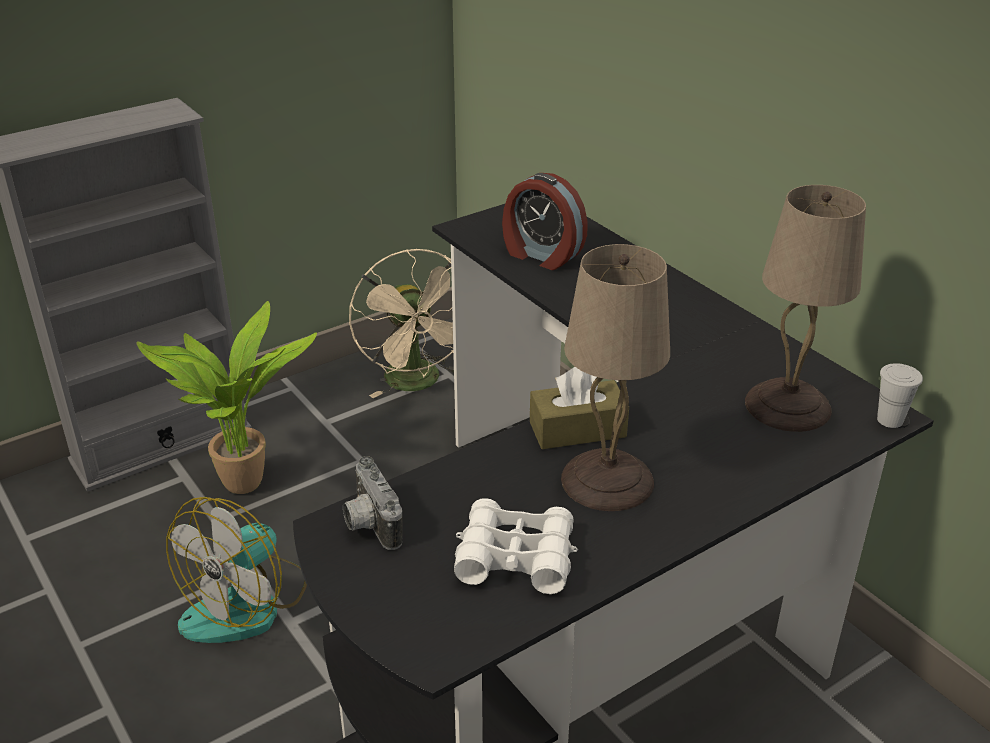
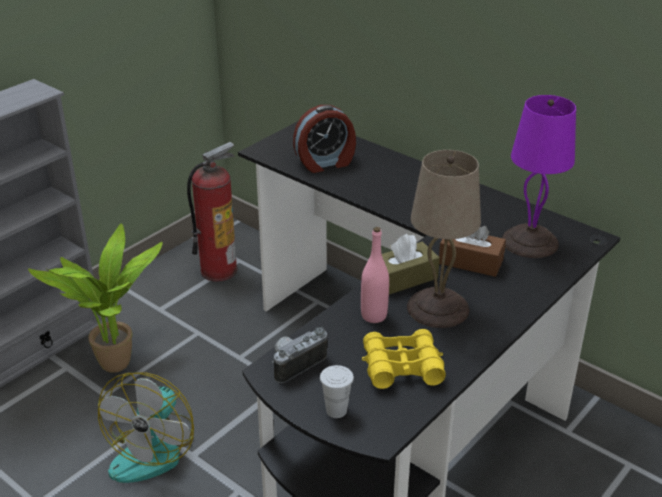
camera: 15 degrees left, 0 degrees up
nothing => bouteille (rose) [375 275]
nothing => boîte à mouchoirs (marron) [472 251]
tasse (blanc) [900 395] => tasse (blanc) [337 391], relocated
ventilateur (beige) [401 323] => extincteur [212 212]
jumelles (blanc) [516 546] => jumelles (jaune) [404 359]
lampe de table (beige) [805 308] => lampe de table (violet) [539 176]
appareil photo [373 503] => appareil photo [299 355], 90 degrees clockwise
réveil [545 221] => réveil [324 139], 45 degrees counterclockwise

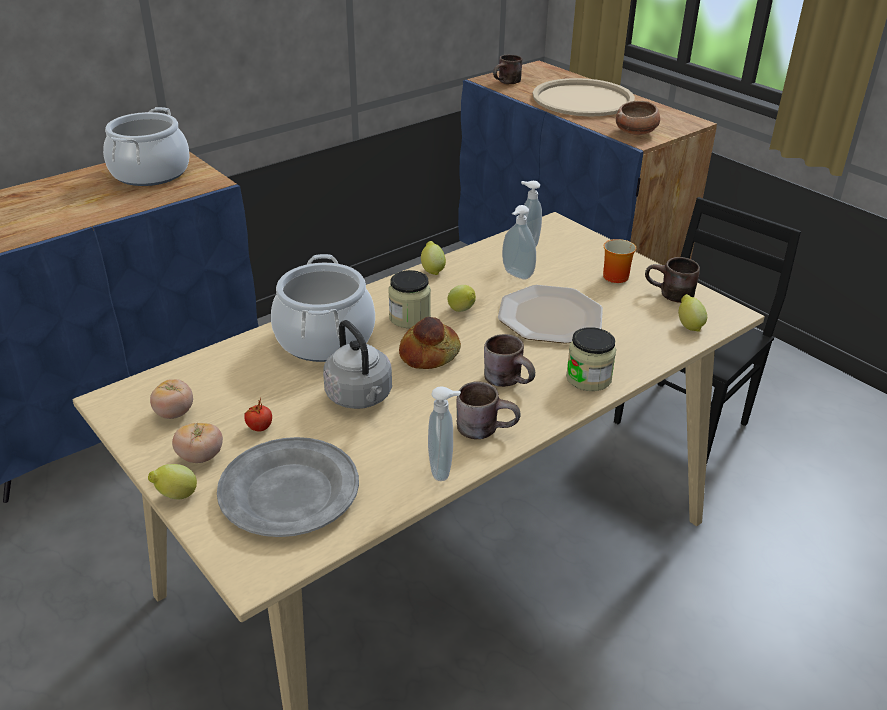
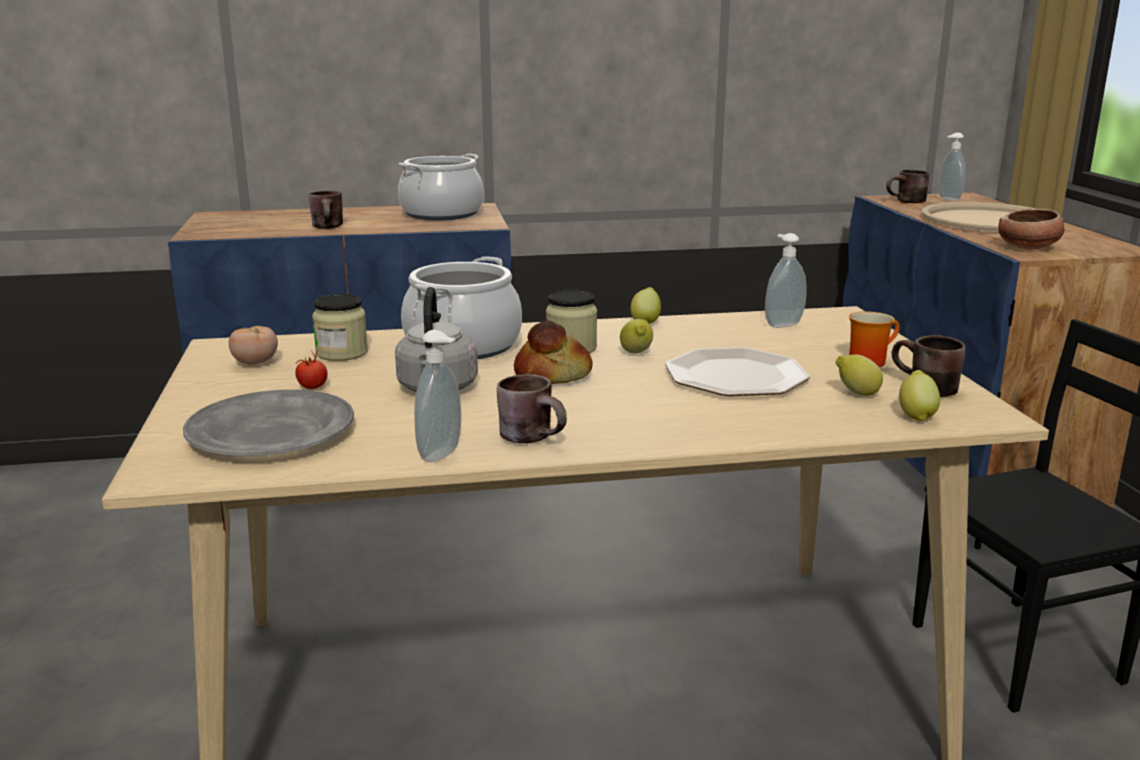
camera: 30 degrees right, 15 degrees down
tomate [197 442] => nothing
citron [172 482] => citron [859 375], relocated
mug (marron) [509 360] => mug (marron) [325 210], relocated
distributeur de savon [519 242] => distributeur de savon [952 167], relocated
bocal [591 359] => bocal [340 327], relocated

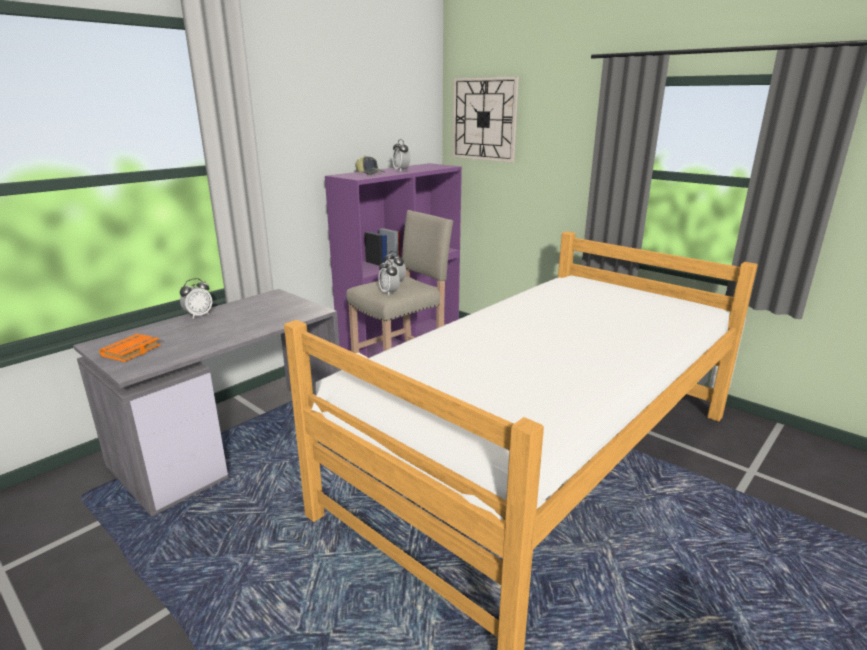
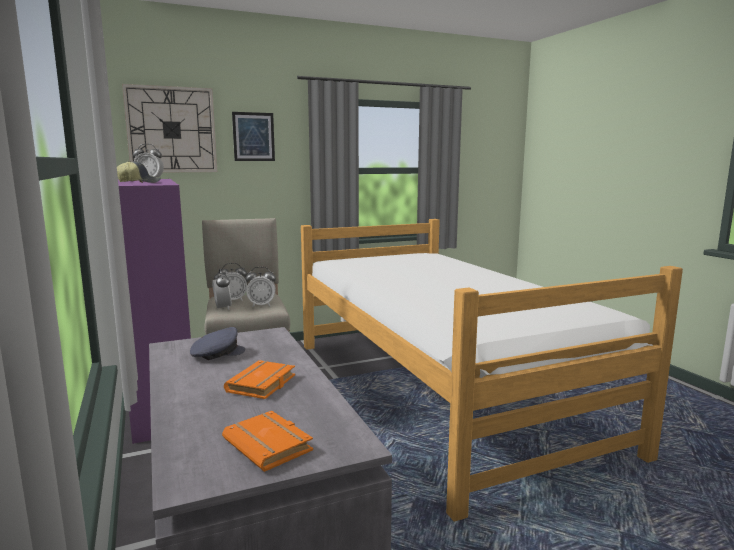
camera: 65 degrees left, 10 degrees down
nothing => casquette (gris) [217 343]
nothing => livre (orange) [259 379]
nothing => tableau [253 136]
réveil [196 298] => réveil [222 289], relocated

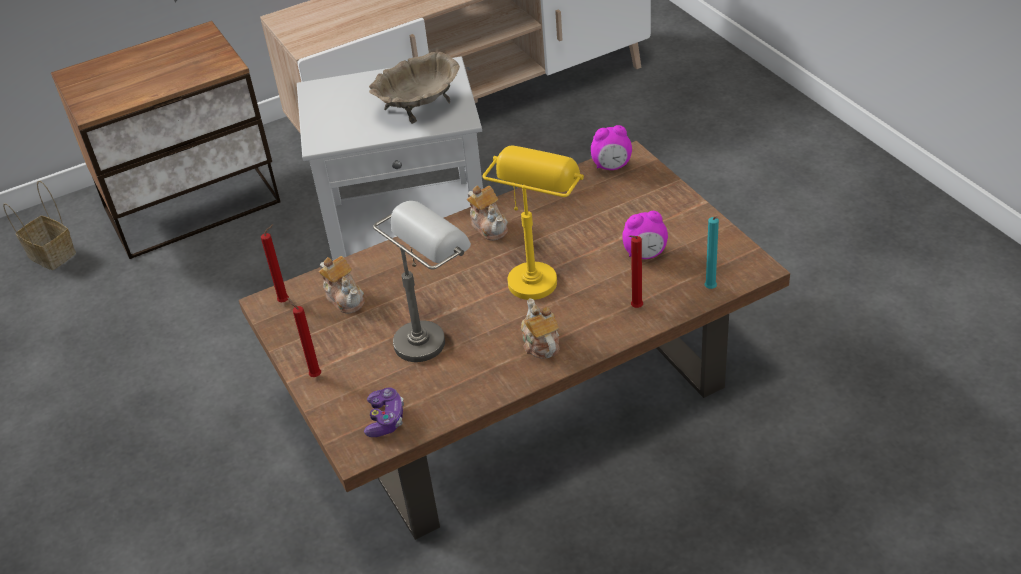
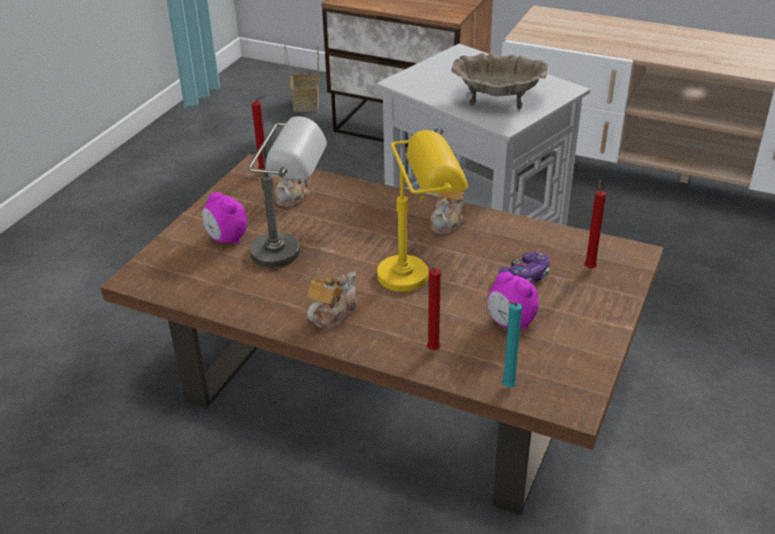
camera: 50 degrees right, 5 degrees down
bougie (rouge) [304 337] => bougie (rouge) [595 223], relocated
manette [384 412] => manette [524 268], relocated
réveil [611 147] => réveil [224 218], relocated

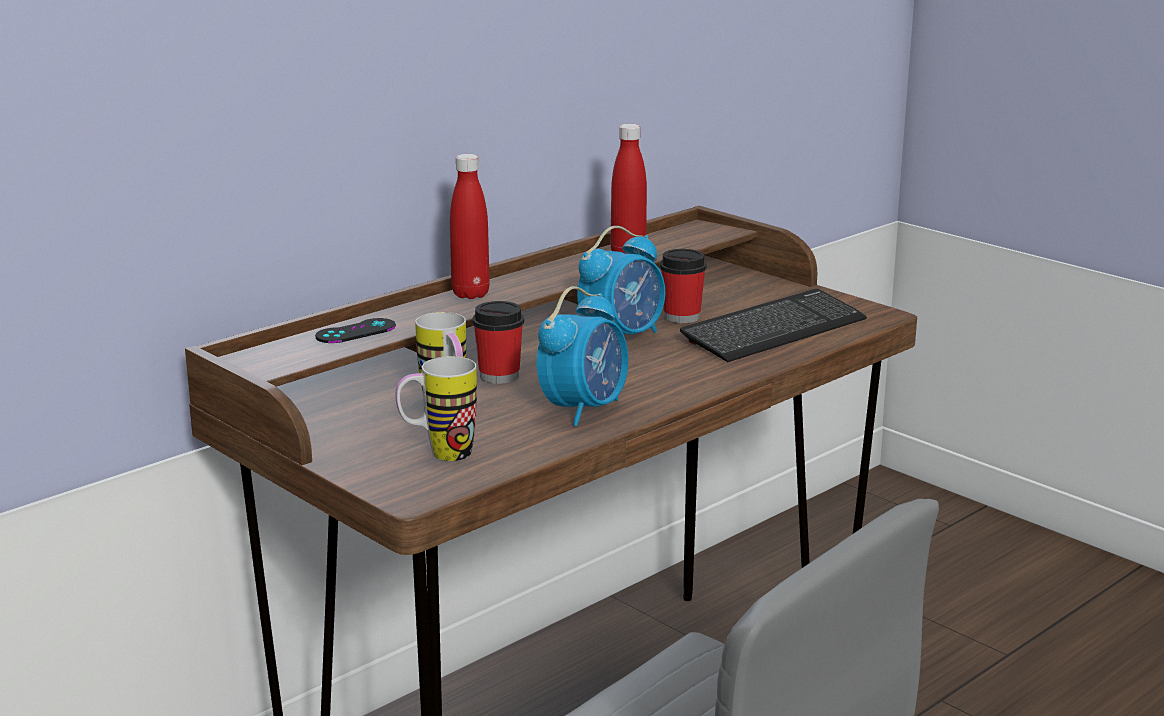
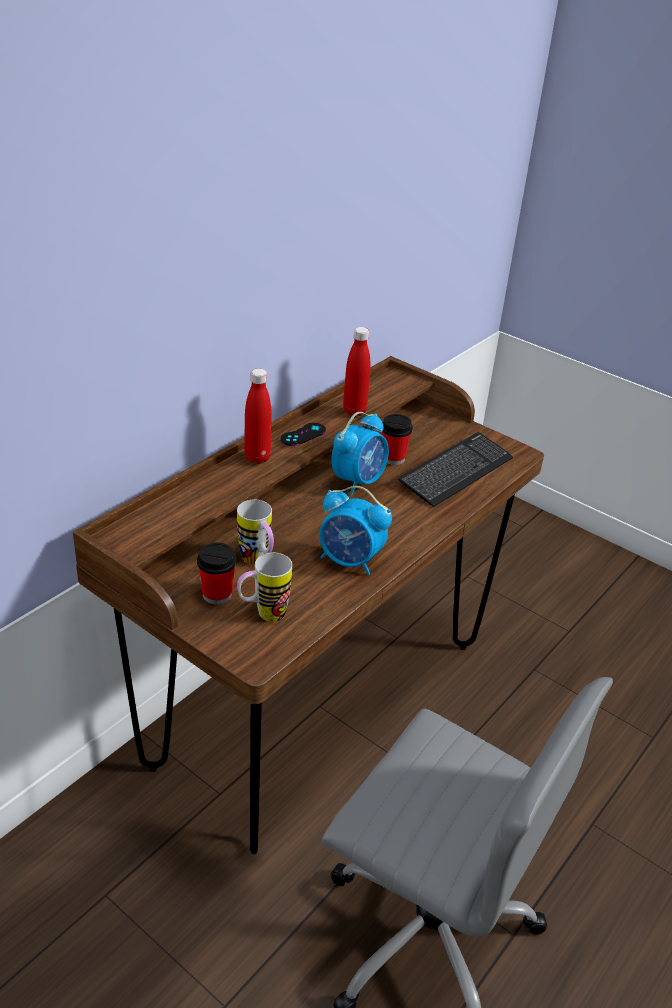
camera: 10 degrees left, 15 degrees up
manette (noir) [355 330] => manette (noir) [303 434], relocated
tasse [498 342] => tasse [216 573], relocated
réveil [582 356] => réveil [355 530], 90 degrees clockwise

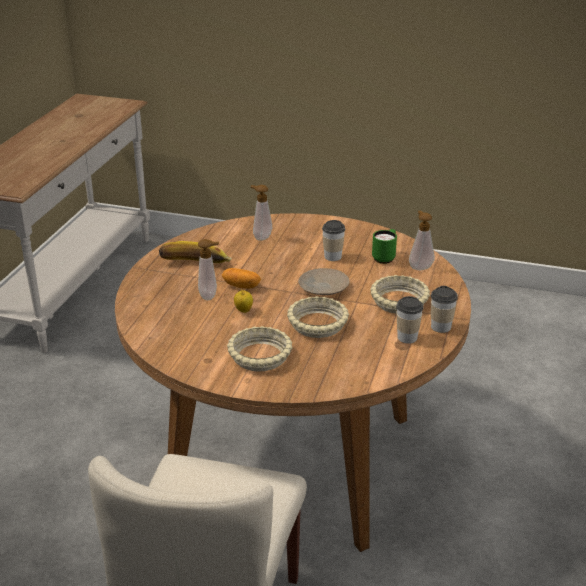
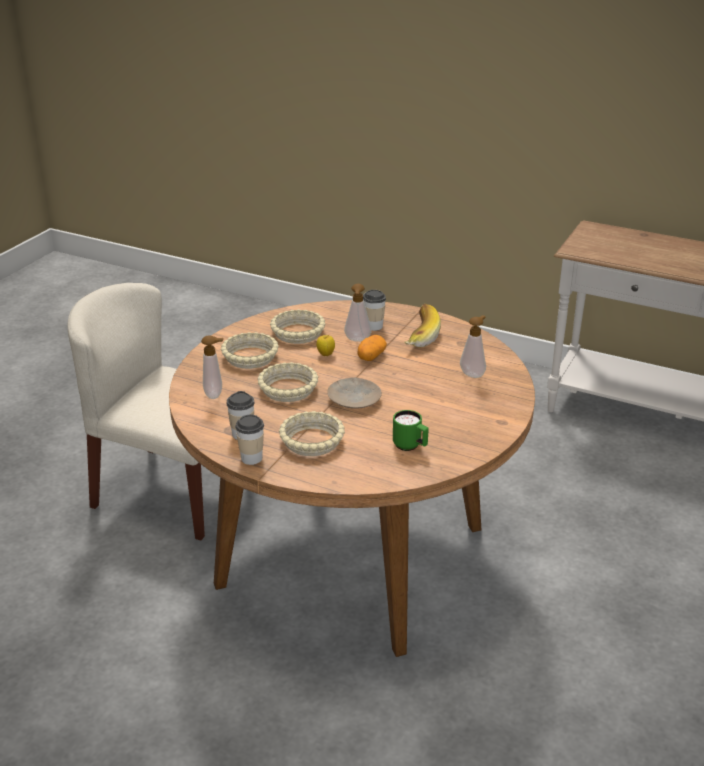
camera: 100 degrees right, 0 degrees up
nothing => bol (beige) [297 326]
tasse [333 240] => tasse [374 310], relocated
distributeur de savon [422 240] => distributeur de savon [212 367], relocated

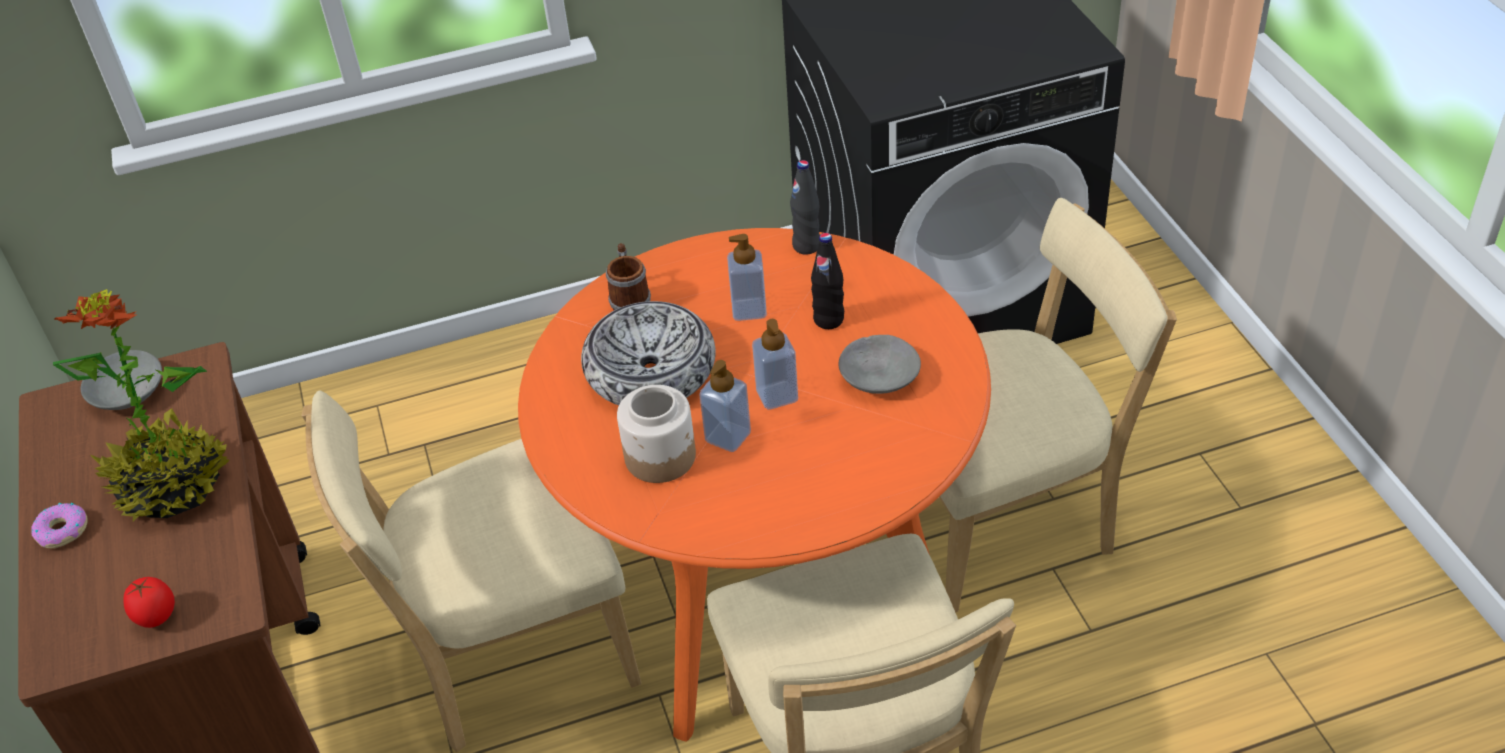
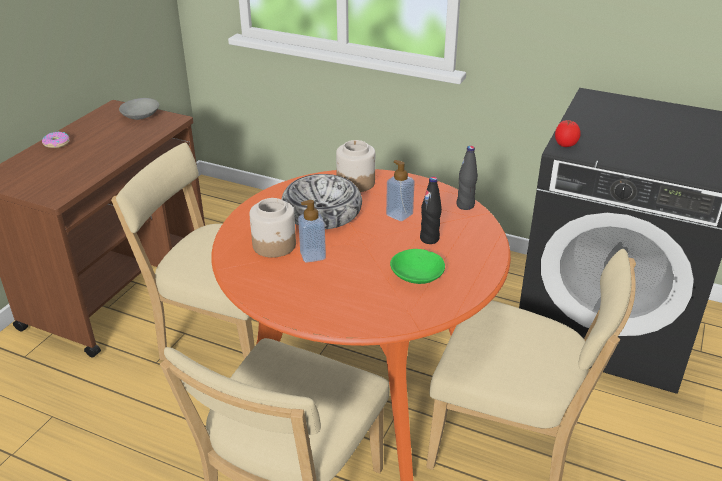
camera: 40 degrees right, 10 degrees down
plante en pot [141 405] => nothing
distributeur de savon [775 364] => nothing
tomate [149 602] => tomate [568 133], relocated
mug [628 276] => bocal [355 166]
bol (gris) [880 364] => bol (vert) [417 266]

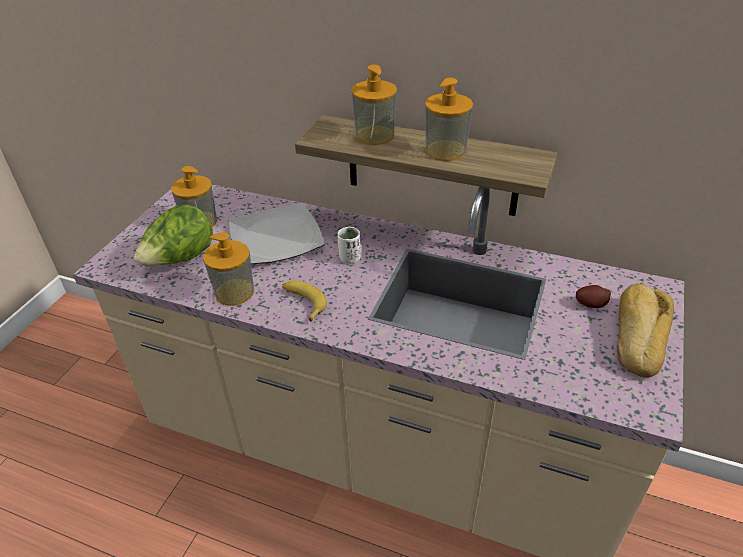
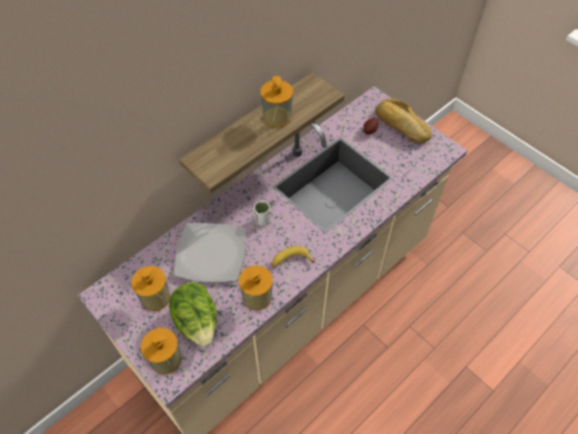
camera: 65 degrees left, 15 degrees up
distributeur de savon [374 105] => distributeur de savon [161 351], relocated

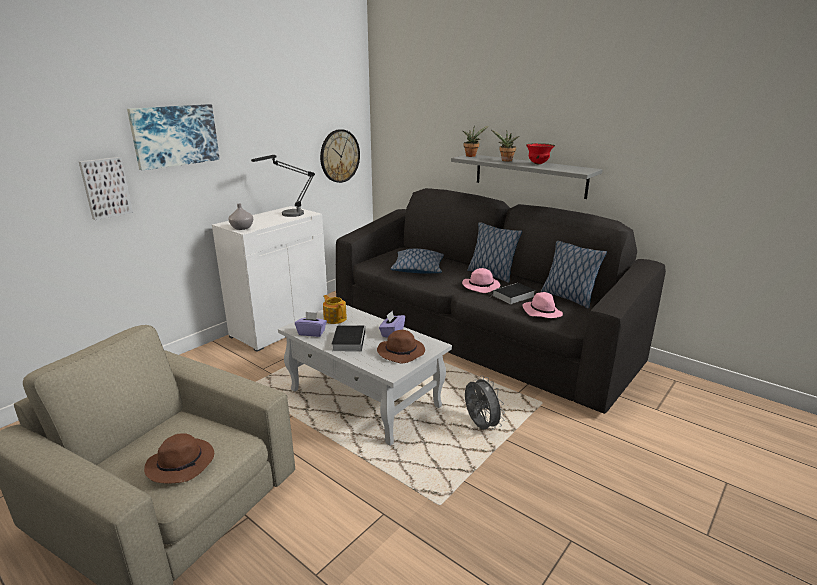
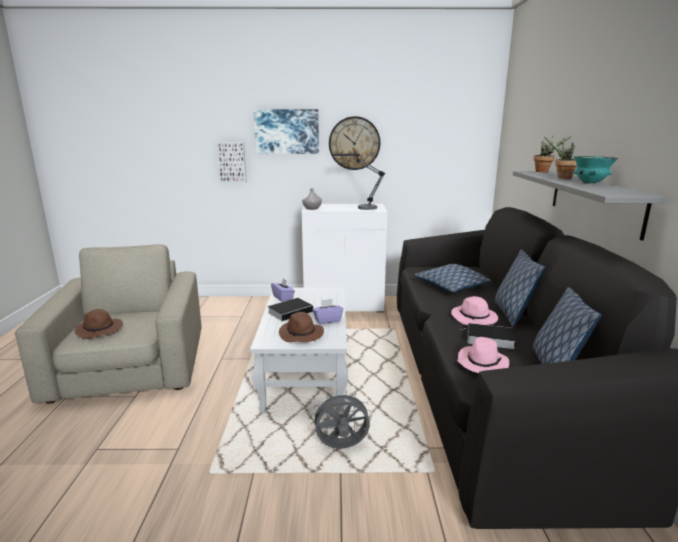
camera: 50 degrees right, 5 degrees down
théière [335 309] => nothing
horloge murale [340 156] => horloge murale [354 143], relocated
bol (rouge) [540 153] => bol (turquoise) [595 170]
ventilateur (gris) [485 402] => ventilateur (gris) [341 420], 120 degrees counterclockwise

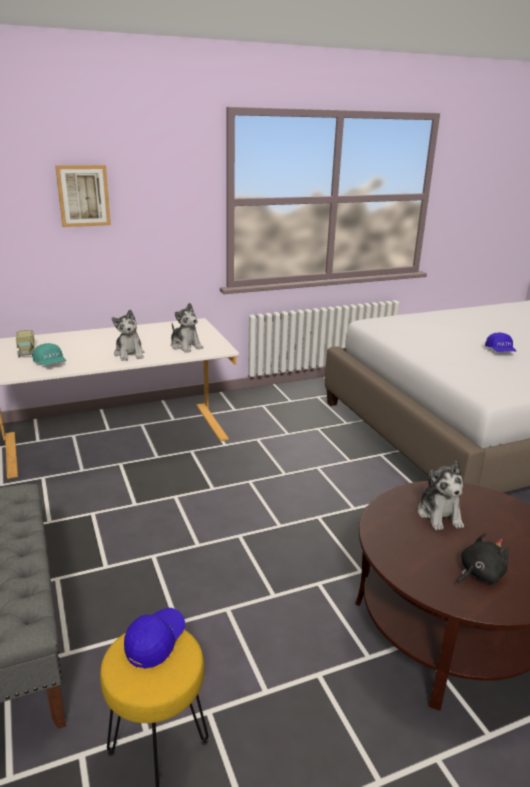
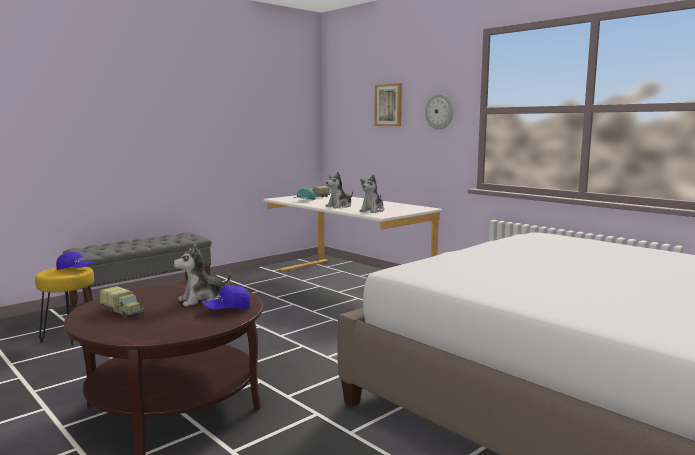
camera: 70 degrees right, 15 degrees down
nothing => horloge murale [439 112]
casquette (bleu) [501 342] => casquette (bleu) [226 297], relocated
peluche (noir) [482 558] => camion jouet [122 302]

